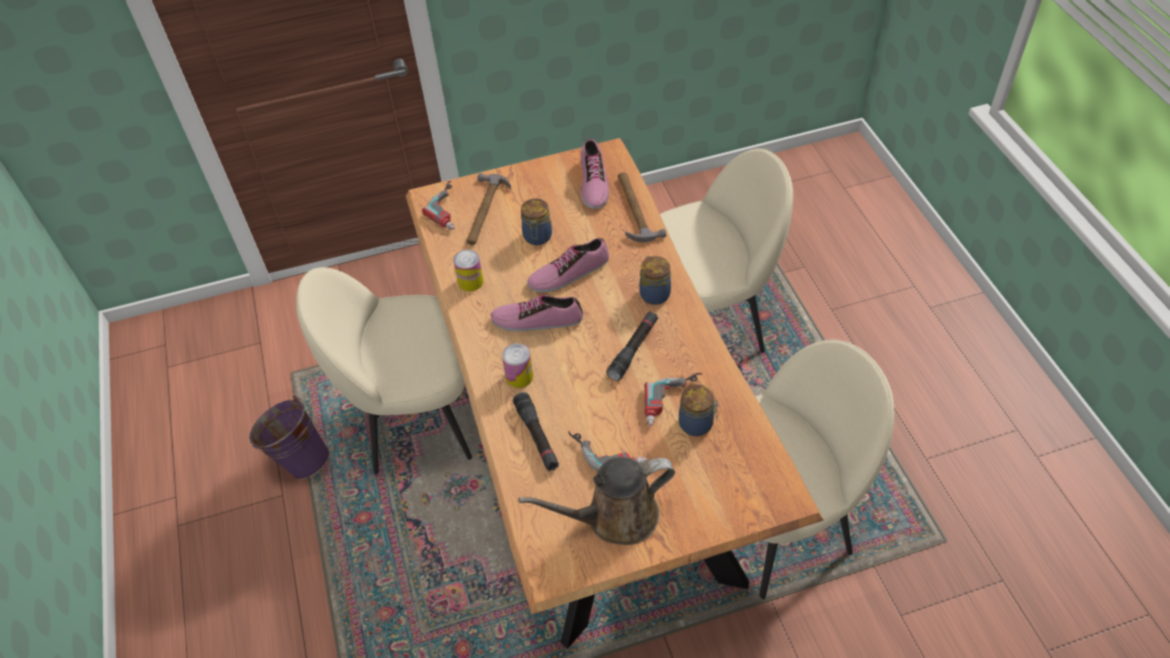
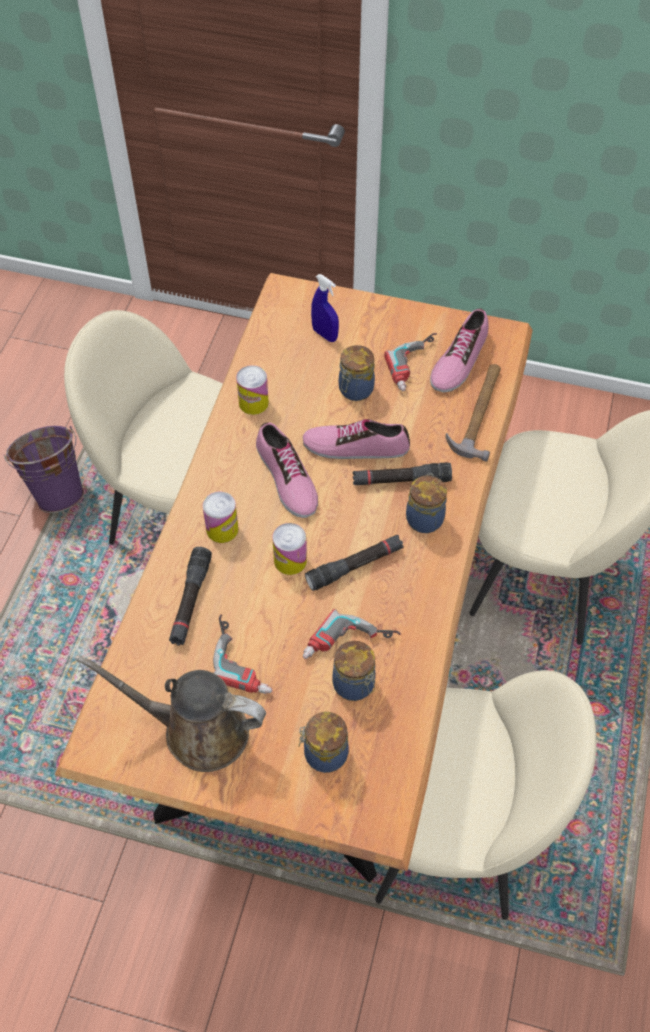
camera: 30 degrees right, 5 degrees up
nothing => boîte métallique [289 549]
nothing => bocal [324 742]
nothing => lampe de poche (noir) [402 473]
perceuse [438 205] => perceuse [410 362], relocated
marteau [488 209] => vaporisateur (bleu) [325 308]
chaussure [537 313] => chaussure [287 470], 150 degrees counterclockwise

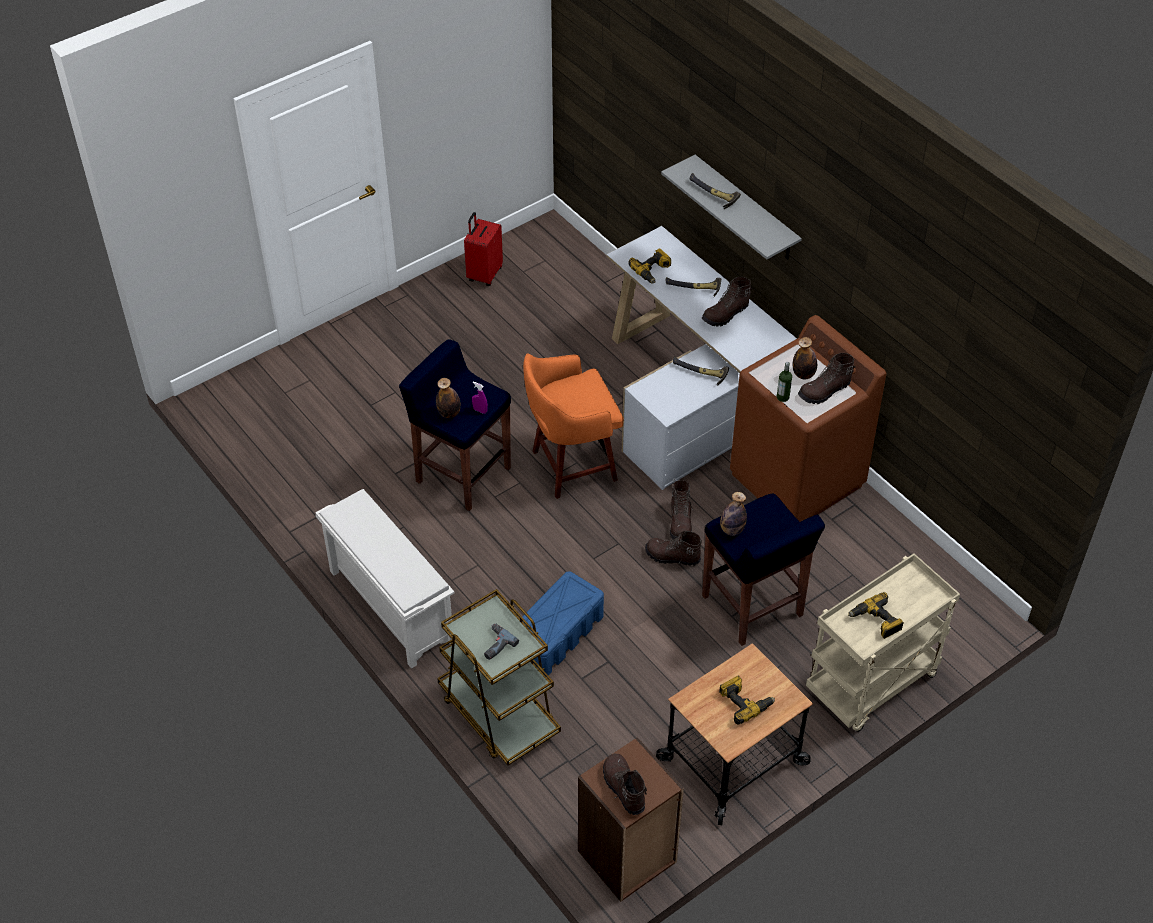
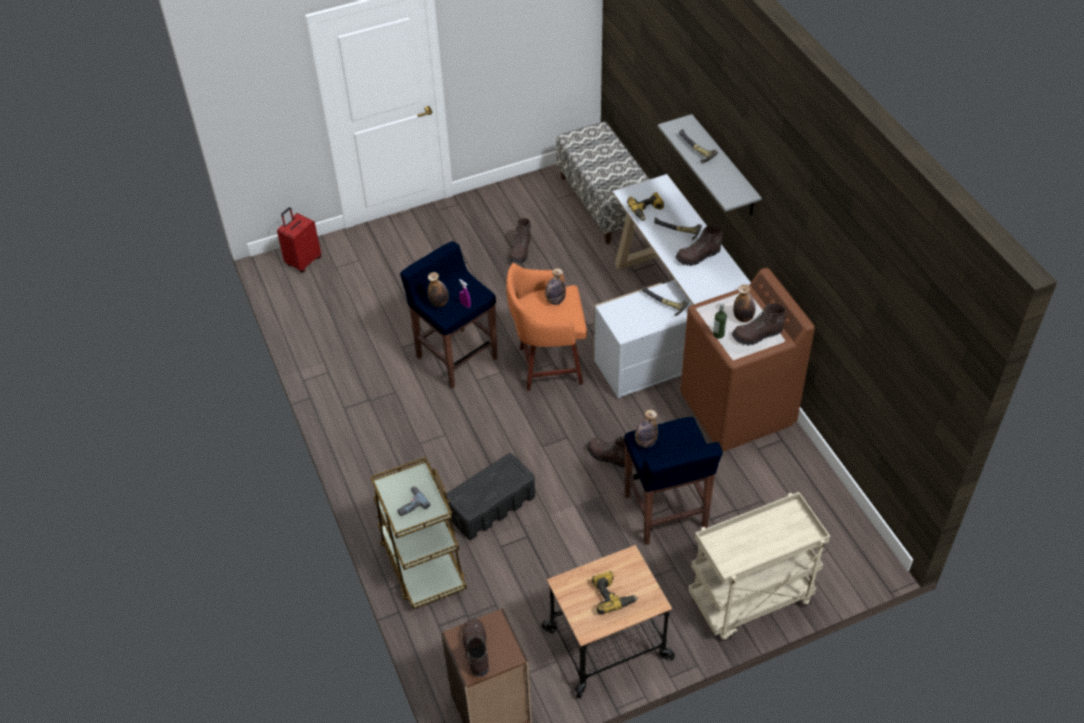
camera: 15 degrees right, 0 degrees up
étagère à chaussures (blanc) [384 579] => nothing
perceuse [876 615] => nothing
nothing => bouteille [555 286]
nothing => banc [602 183]
valise (rouge) [483 249] => valise (rouge) [299 240], relocated
botte (marron) [681 509] => botte (marron) [520 240], relocated
boîte de rangement (bleu) [563 623] => boîte de rangement (noir) [489 496]

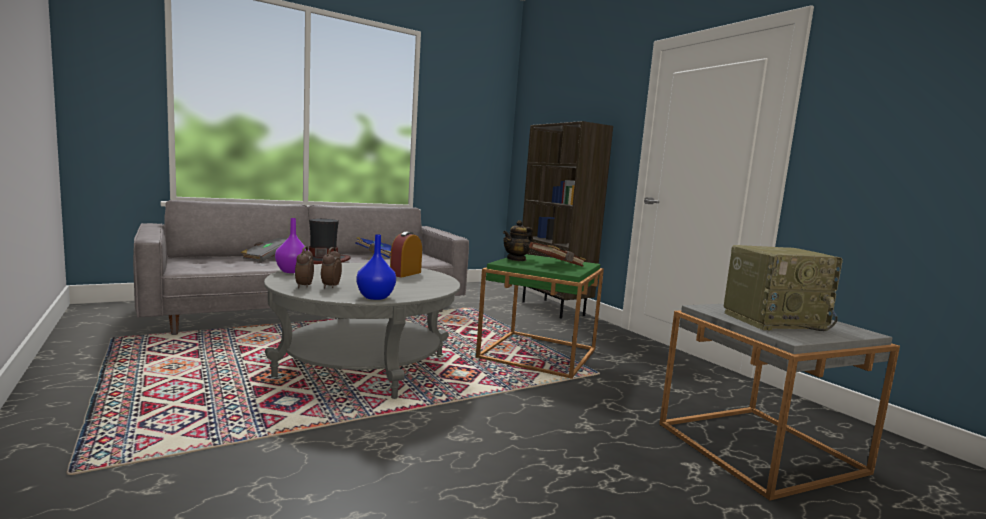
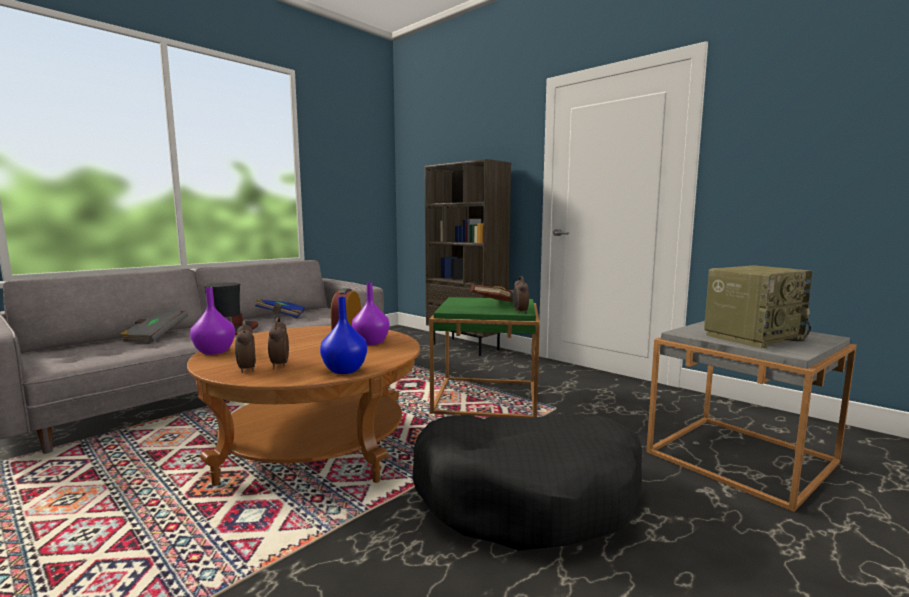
camera: 15 degrees left, 0 degrees up
théière [518 240] => nothing
nothing => vase (violet) [370 313]
nothing => panier pour chien (noir) [527 482]
nothing => réveil [521 295]
table basse (gris) [362 331] => table basse (marron) [303 406]

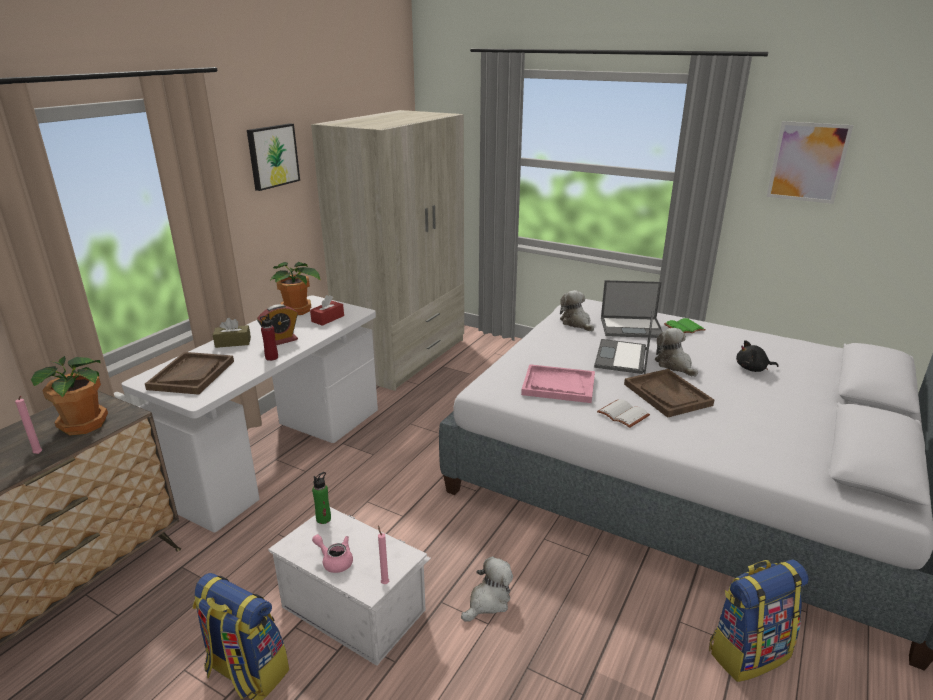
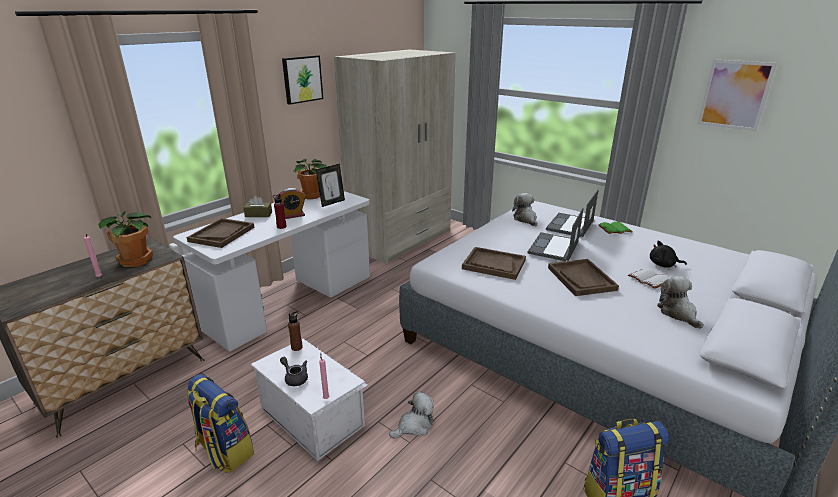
camera: 10 degrees right, 0 degrees up
livre (blanc) [623 413] => livre (blanc) [648 278], relocated
peluche [676 352] => peluche [680 302], relocated
boîte à mouchoirs (rouge) [327 310] => cadre photo [330 185]
bouteille (vert) [321 498] => bouteille (marron) [295 331]
théière (rose) [332 553] => théière (gris) [294 371]
plateau (rose) [558 383] => plateau (marron) [494 263]
ordinateur portable [631 309] => ordinateur portable [572 213], 105 degrees clockwise

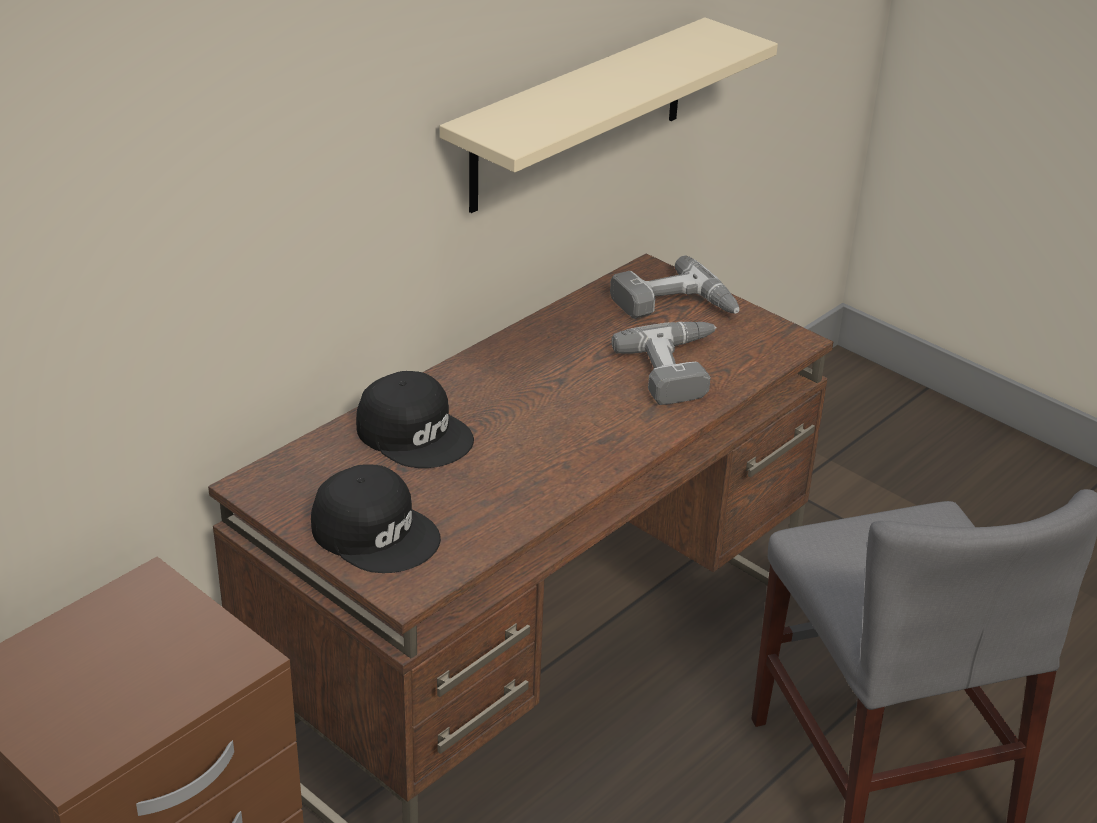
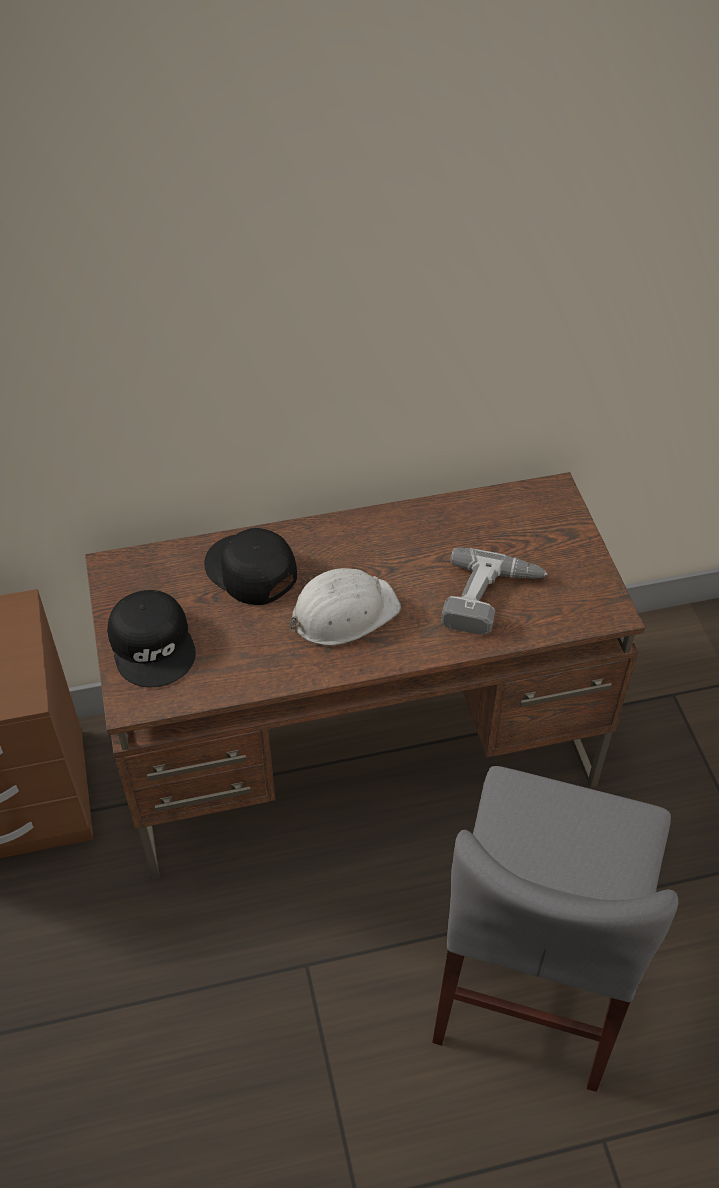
camera: 35 degrees right, 15 degrees up
étagère (beige) [609 115] => nothing
perceuse [675 287] => nothing
nothing => casque de chantier (blanc) [345 607]
casquette (noir) [415 419] => casquette (noir) [250 566], 150 degrees clockwise

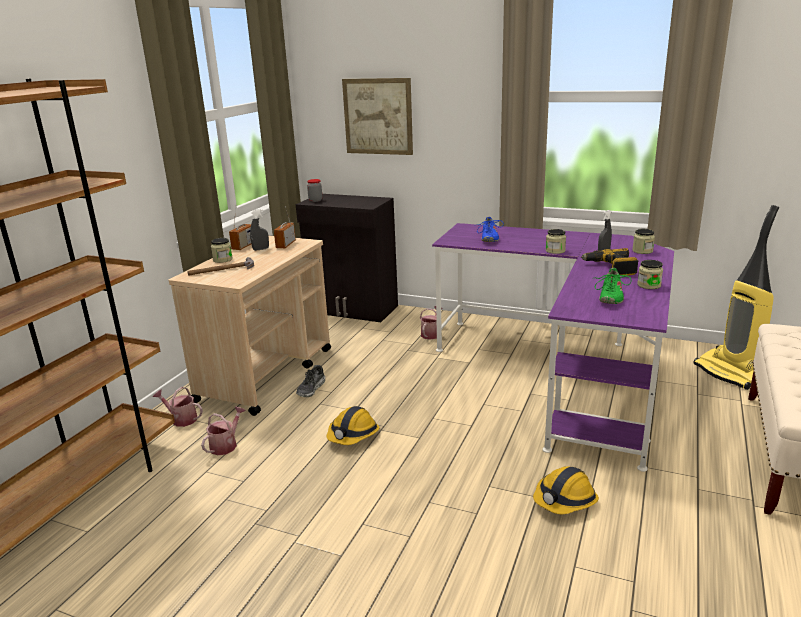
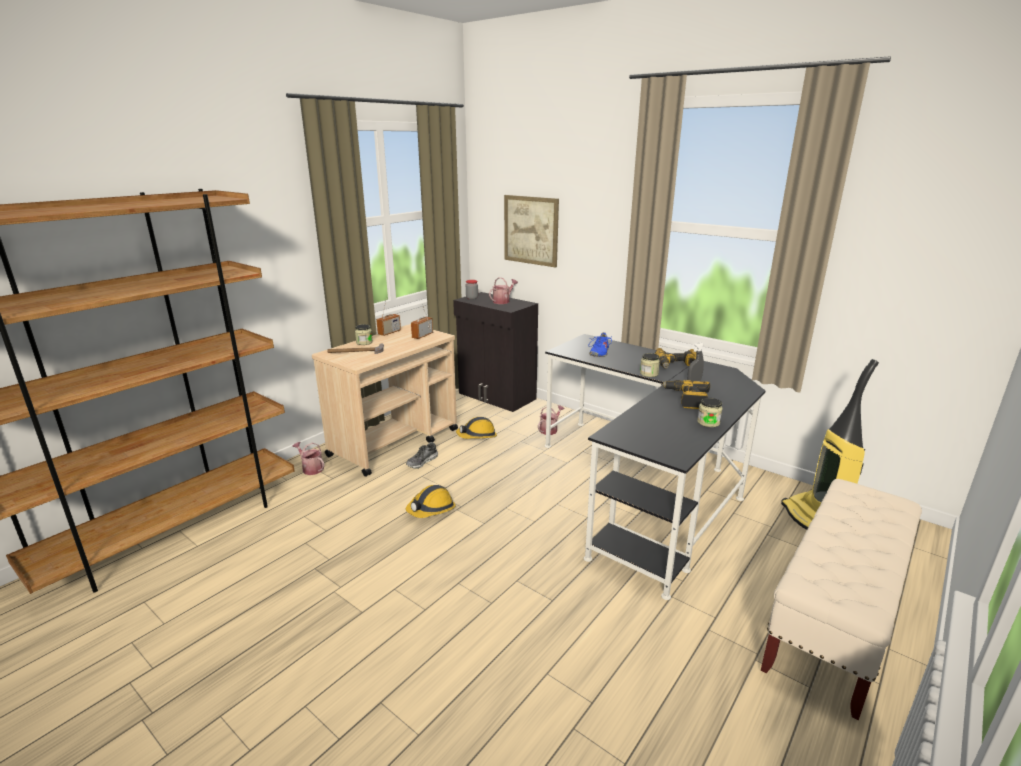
camera: 15 degrees right, 0 degrees up
vaporisateur (gris) [259 230] => nothing
chaussure (vert) [613 286] => nothing
bocal [643 241] => nothing
nothing => perceuse [676 358]
arrosoir [223 430] => arrosoir [503 290], relocated
casque de chantier [566 490] => casque de chantier [476 428], relocated
bureau (violet) [553 347] => bureau (noir) [655 467]

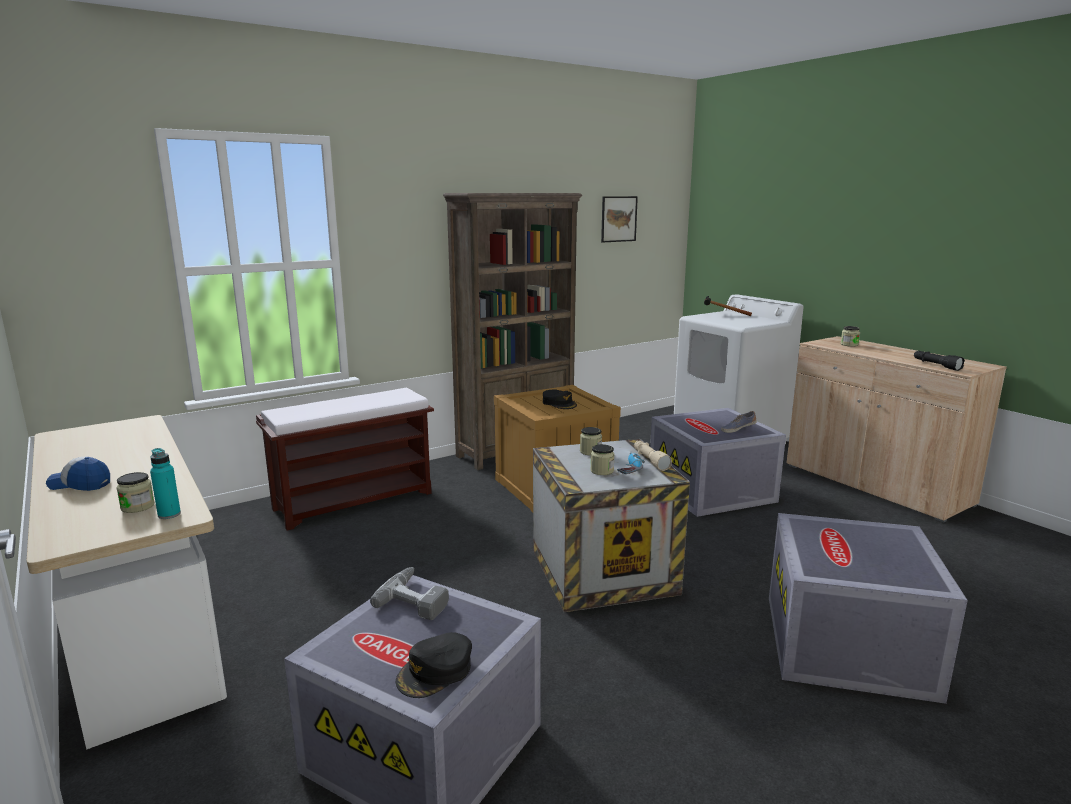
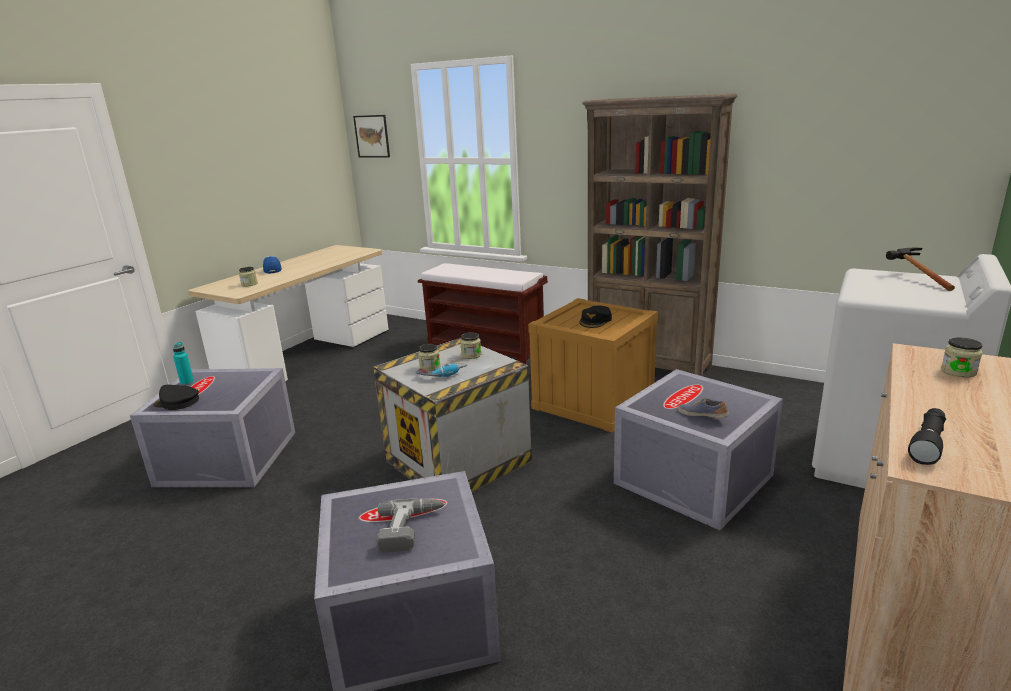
camera: 65 degrees right, 5 degrees up
lampe de poche (beige) [653 456] => nothing
bouteille (turquoise) [165 483] => bouteille (turquoise) [183 364], relocated
perceuse [409 593] => perceuse [410 526], relocated
tableau [619 219] => tableau [371 136], relocated

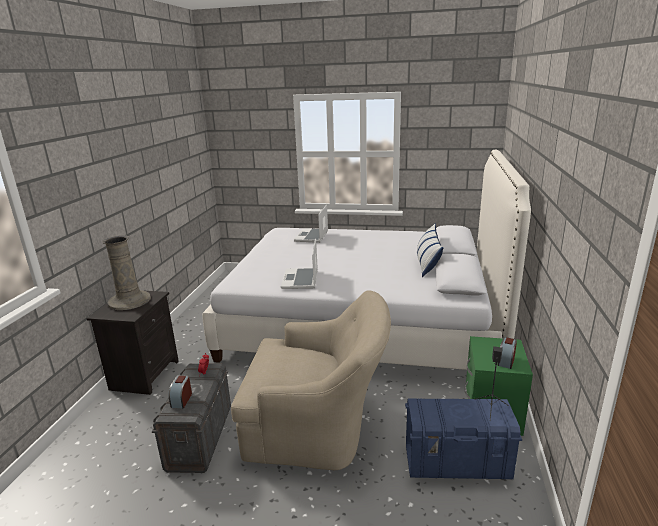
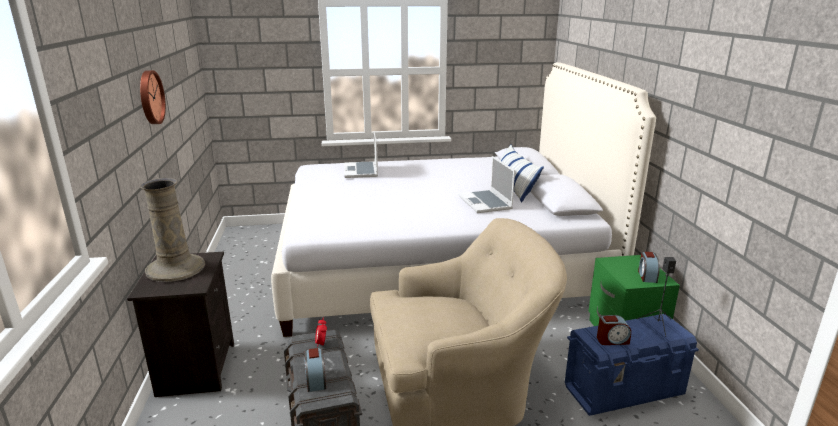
camera: 20 degrees left, 0 degrees up
nothing => horloge murale [153 97]
nothing => réveil [614 330]
ordinateur portable [299 264] => ordinateur portable [486 184], relocated

